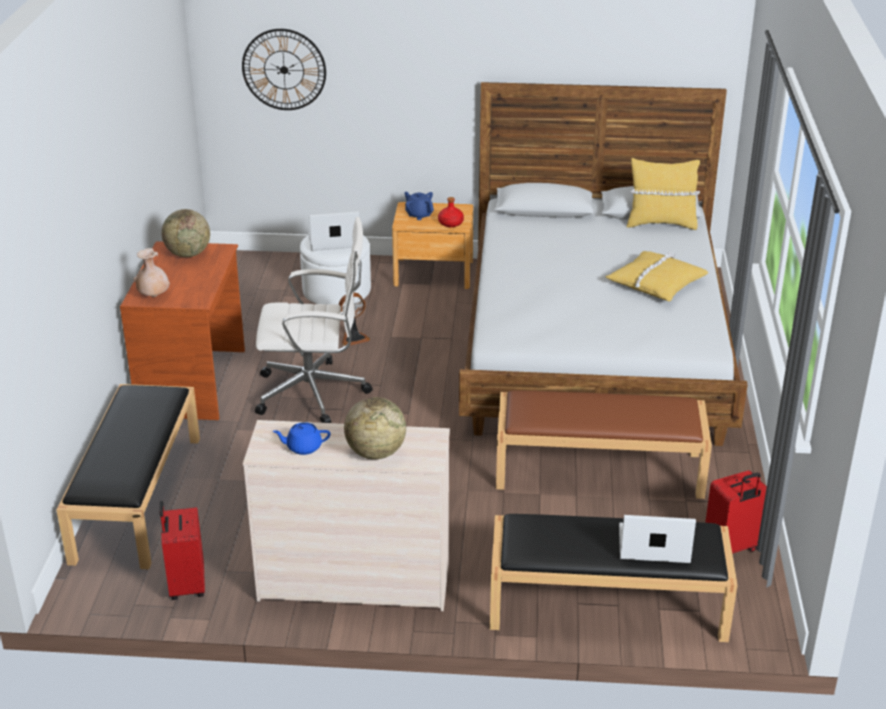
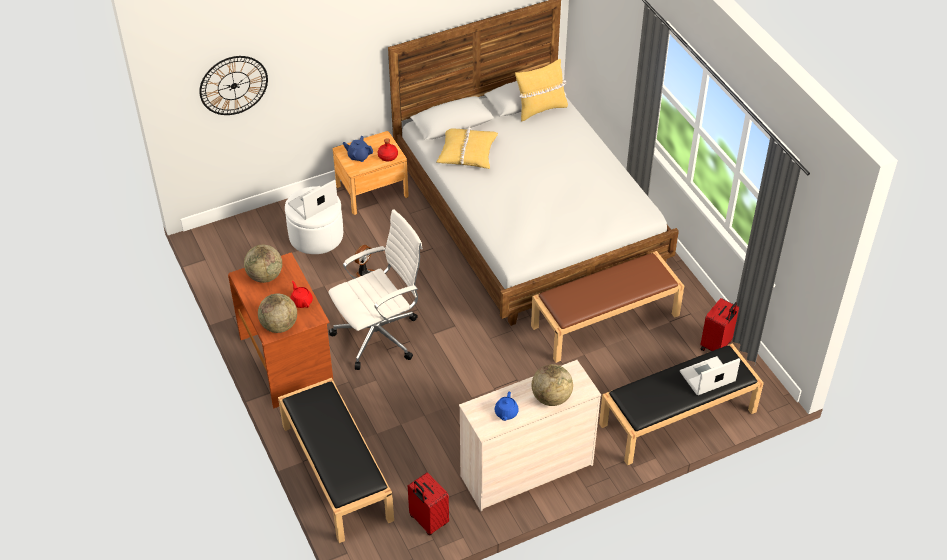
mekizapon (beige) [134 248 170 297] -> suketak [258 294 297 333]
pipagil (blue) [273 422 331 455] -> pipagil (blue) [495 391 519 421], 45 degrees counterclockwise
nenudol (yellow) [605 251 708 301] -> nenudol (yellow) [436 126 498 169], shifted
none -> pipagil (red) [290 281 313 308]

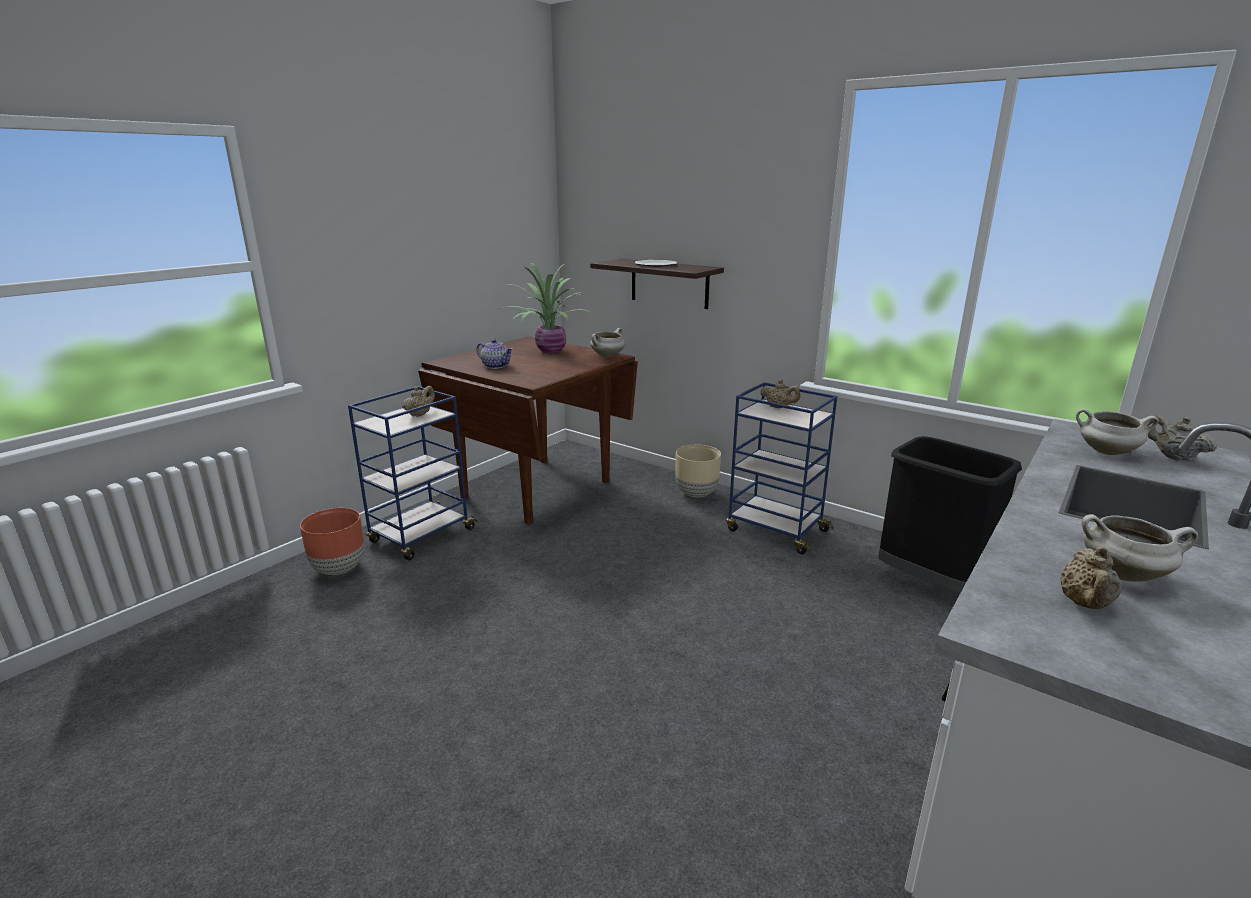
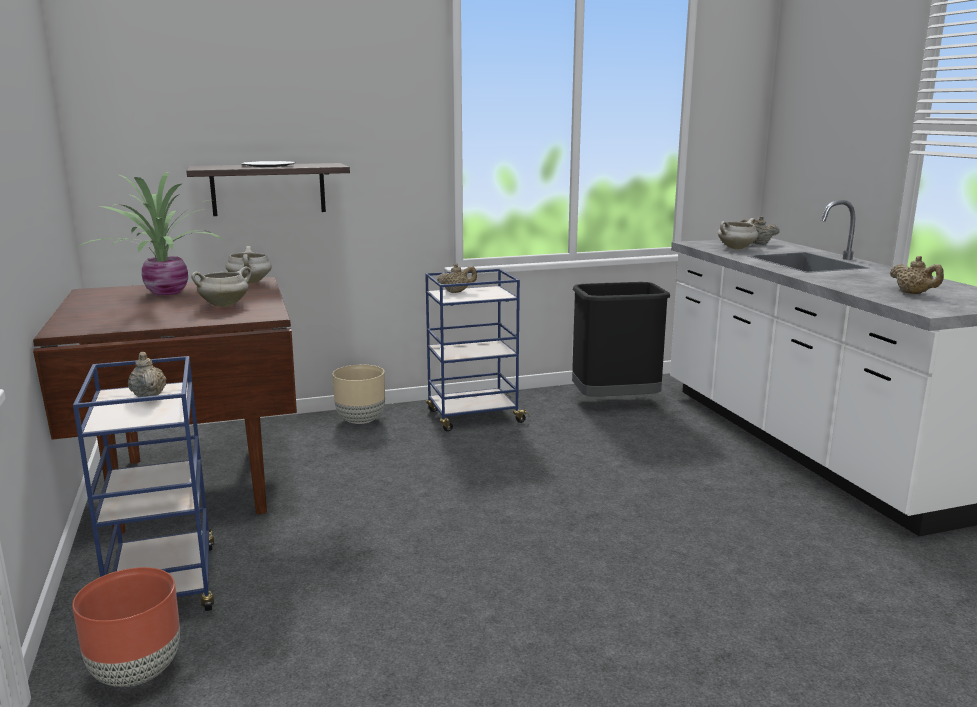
pipagil [476 339 513 369] -> none
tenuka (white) [1081 514 1198 582] -> tenuka (white) [191 266 251 307], shifted

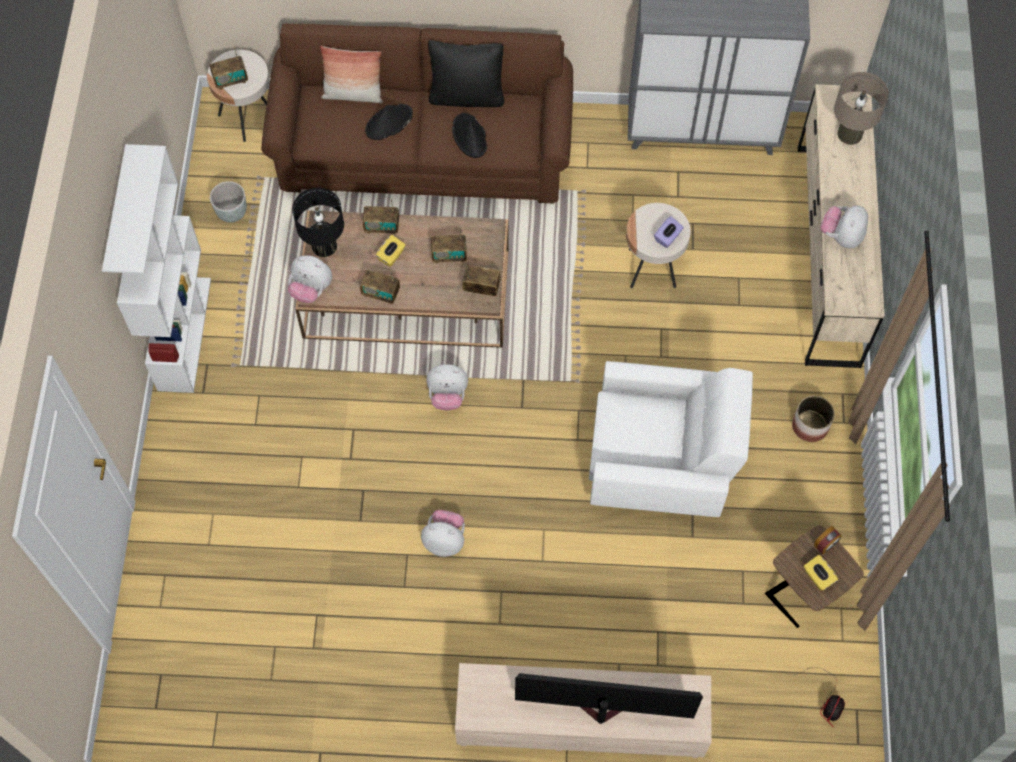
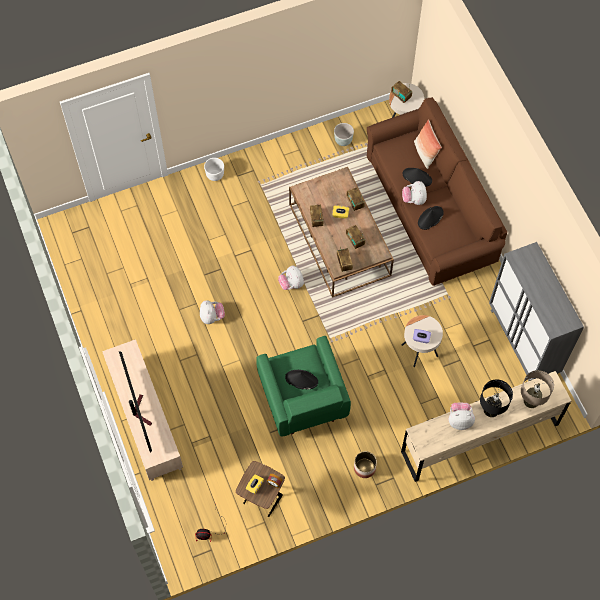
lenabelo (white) [102 144 211 393] -> none
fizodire [288 255 332 303] -> fizodire [402 181 427 205], shifted
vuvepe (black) [292 188 344 257] -> vuvepe (black) [480 379 513 417], shifted
nenudol (black) [428 40 504 107] -> none
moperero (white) [589 361 753 517] -> moperero (green) [256 336 351 436]
none -> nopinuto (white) [204 158 224 181]
none -> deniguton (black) [285 370 318 389]

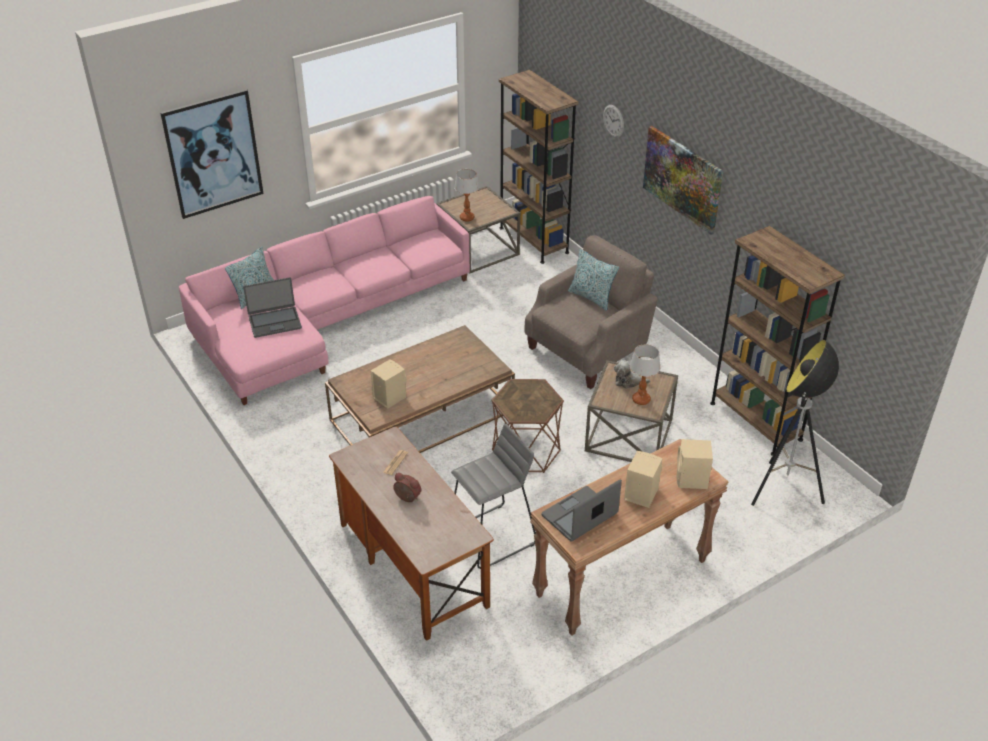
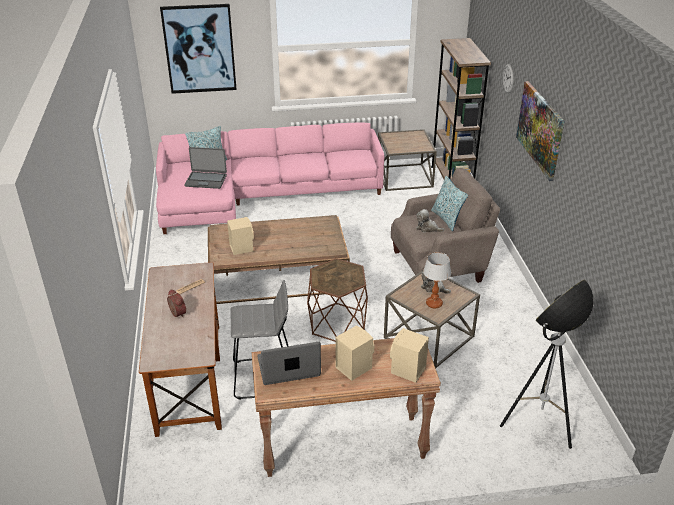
vuvepe [454 169 479 222] -> none
lenabelo (brown) [710 226 845 456] -> none
none -> fizodire [416 209 444 232]

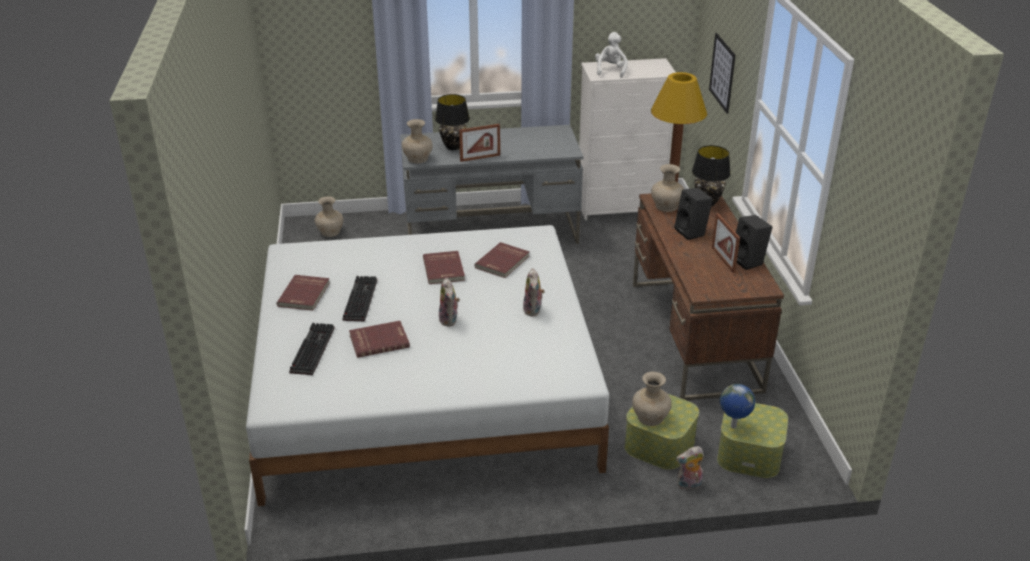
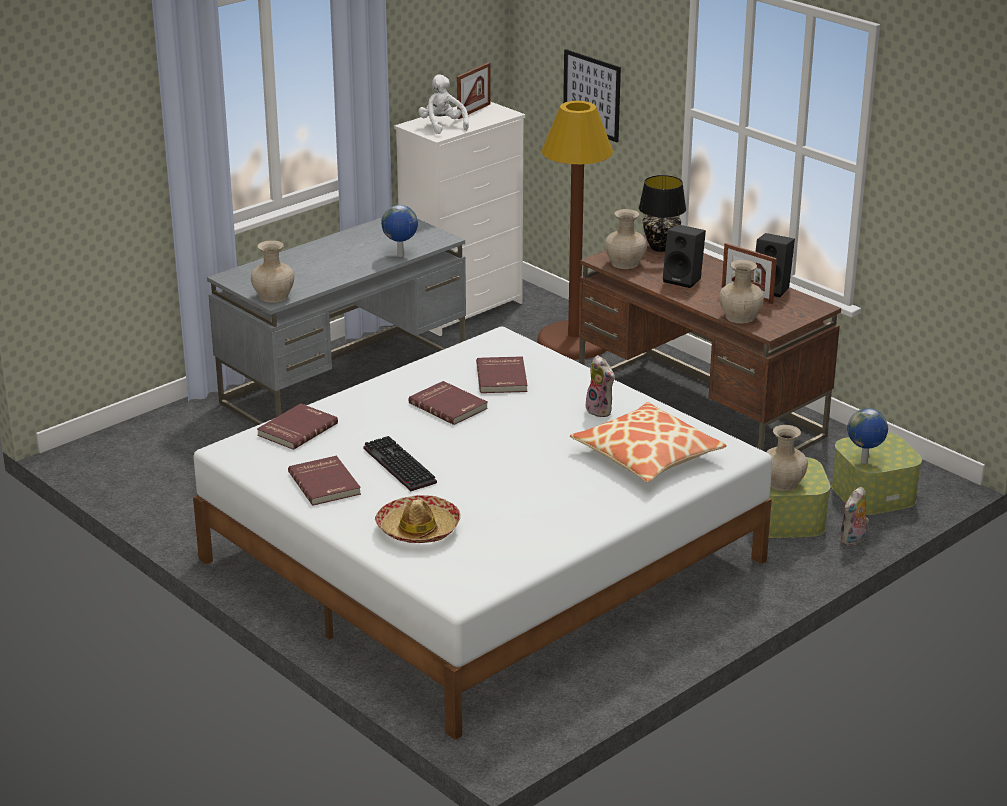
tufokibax [289 323 335 375] -> deniguton [375 495 461 543]
mekizapon (beige) [315 196 343 237] -> mekizapon (beige) [719 260 764 324], shifted
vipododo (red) [349 321 410 358] -> vipododo (red) [257 403 338 450], shifted
vuvepe (black) [435 94 470 150] -> none
fizodire [439 278 460 327] -> none
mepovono [459 124 500 162] -> mepovono [457 62 491 119], shifted
none -> suketak [381 205 418 257]
none -> nenudol [570 402 727 482]

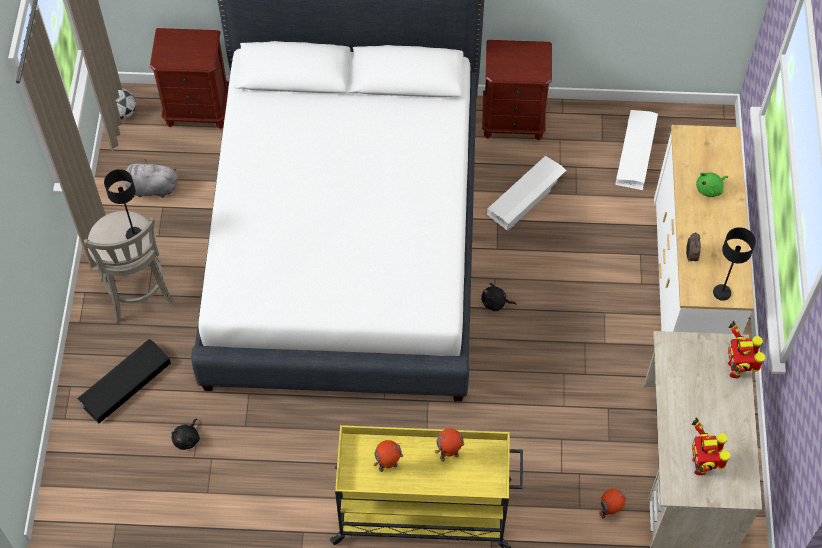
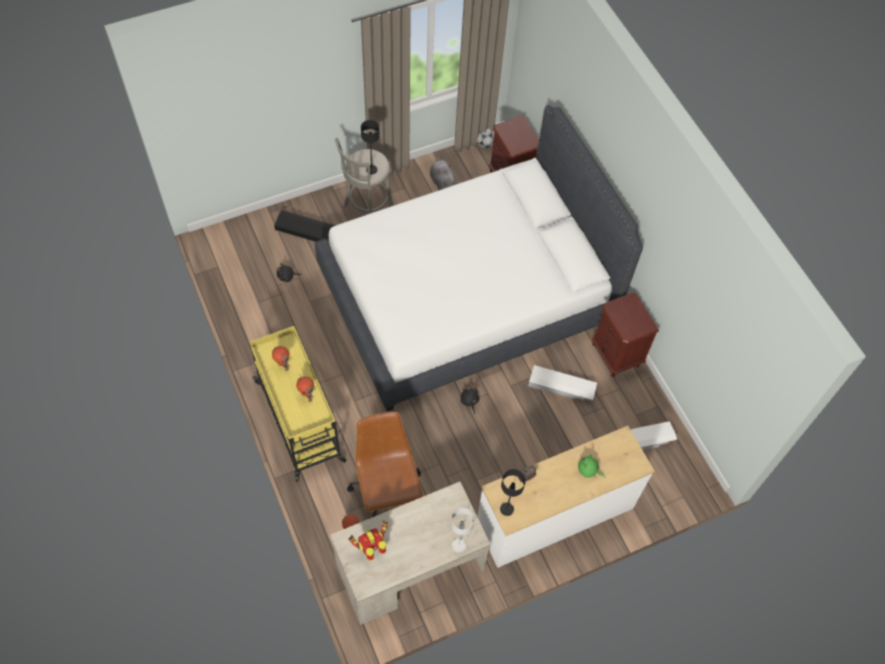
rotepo [728 321 765 378] -> vuvepe (grey) [451 508 475 552]
none -> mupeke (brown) [347 412 423 517]

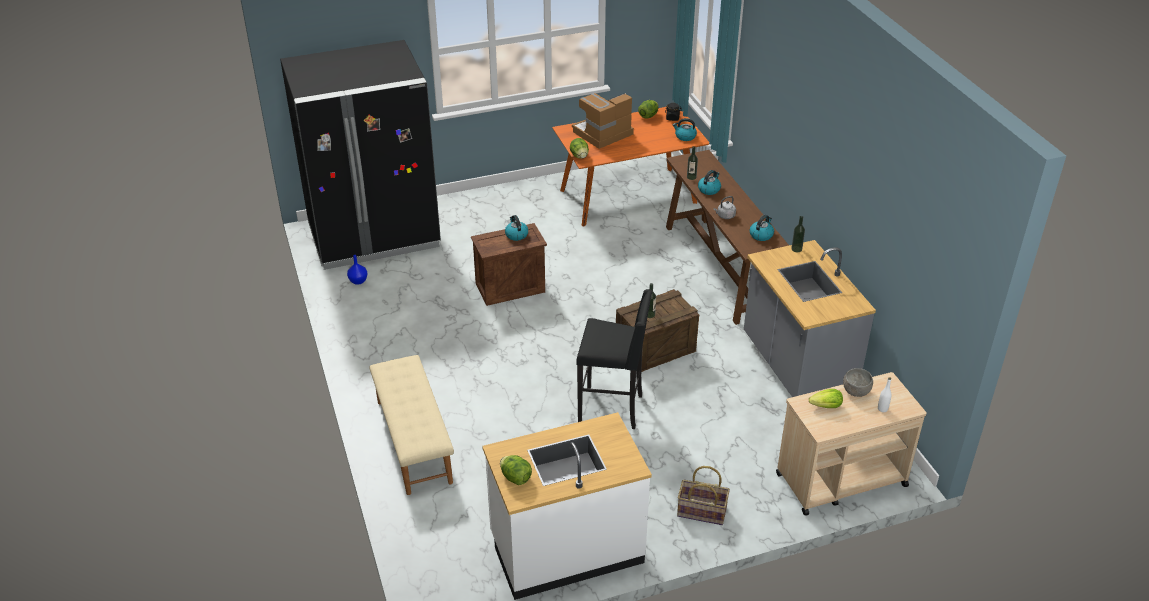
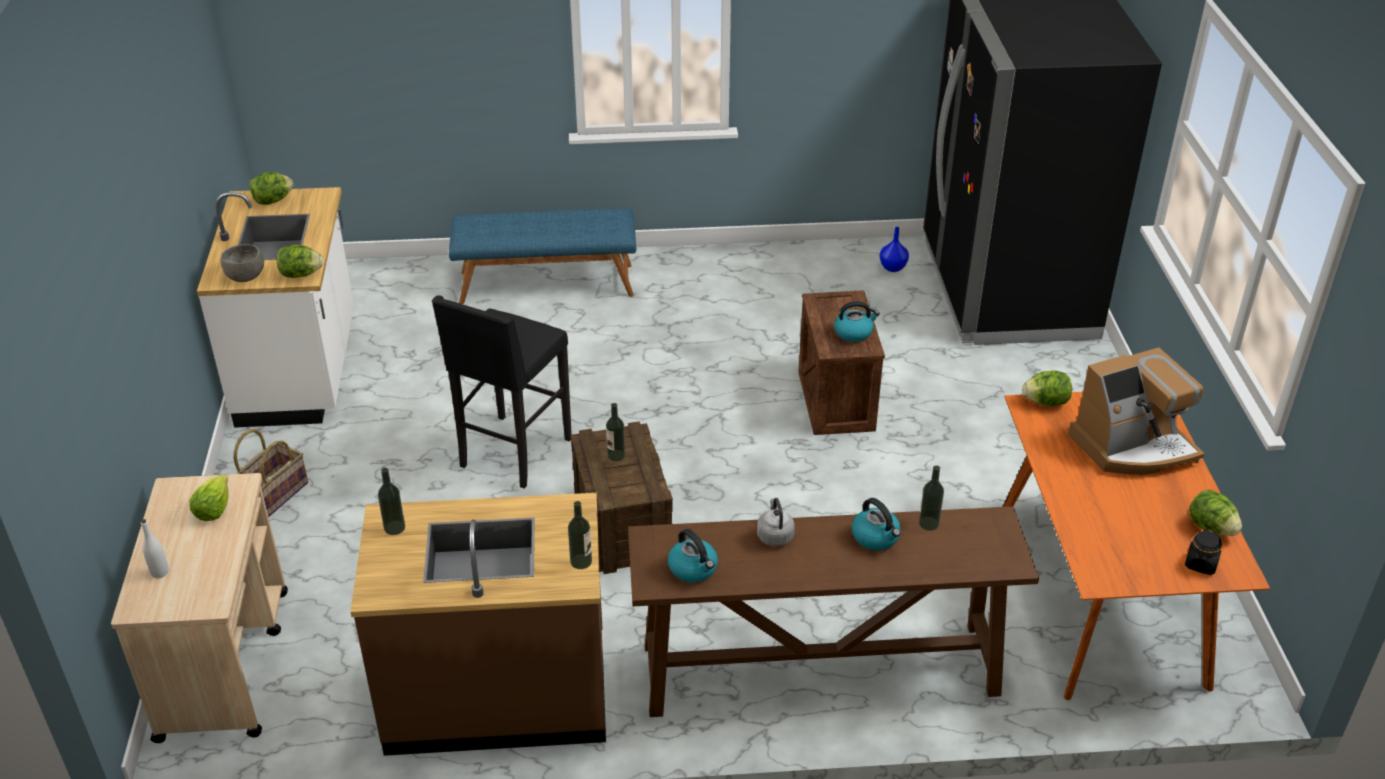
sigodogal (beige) [369 355 454 495] -> sigodogal (blue) [449 209 636 304]
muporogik [572 93 634 149] -> muporogik [1068 347 1205 475], 90 degrees clockwise
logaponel [673 118 697 141] -> none
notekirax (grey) [744 240 876 397] -> notekirax (brown) [350 493 606 756]
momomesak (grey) [843 368 873 397] -> momomesak (grey) [221 244 264 282], shifted
none -> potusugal [277 245 323 278]
none -> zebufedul [378 468 405 535]

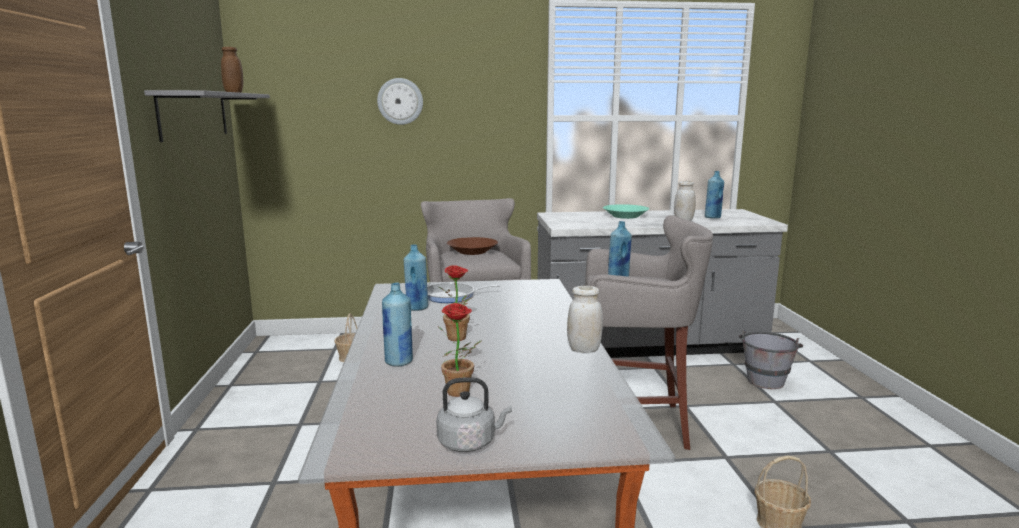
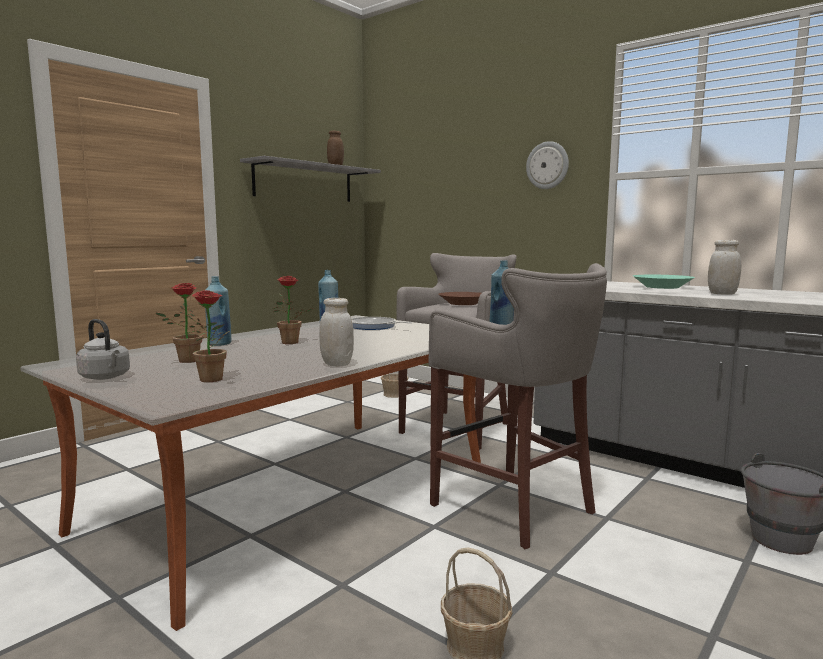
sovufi [377 78 423 125] -> sovufi [526 141 569 189], shifted
zebufedul (blue) [705 171 724 218] -> none
none -> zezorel [187 290 229 382]

